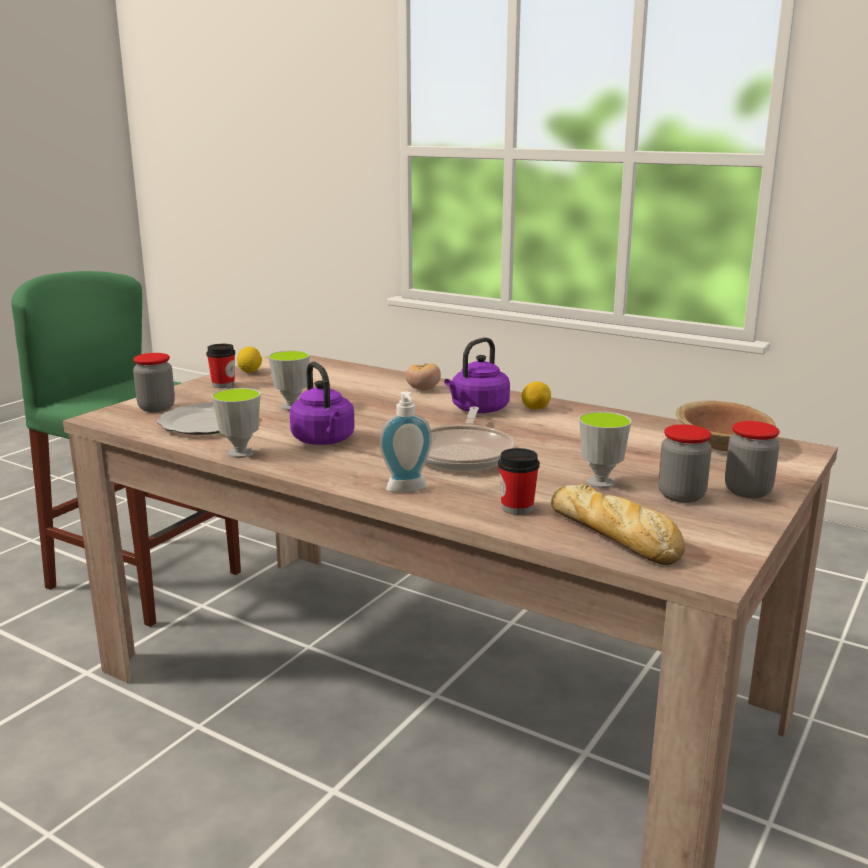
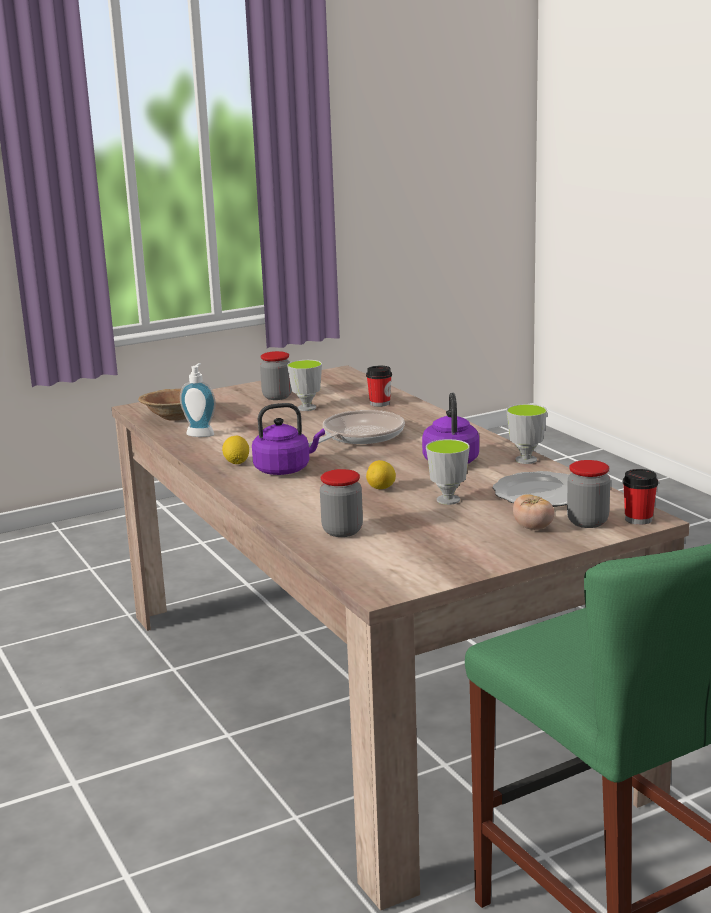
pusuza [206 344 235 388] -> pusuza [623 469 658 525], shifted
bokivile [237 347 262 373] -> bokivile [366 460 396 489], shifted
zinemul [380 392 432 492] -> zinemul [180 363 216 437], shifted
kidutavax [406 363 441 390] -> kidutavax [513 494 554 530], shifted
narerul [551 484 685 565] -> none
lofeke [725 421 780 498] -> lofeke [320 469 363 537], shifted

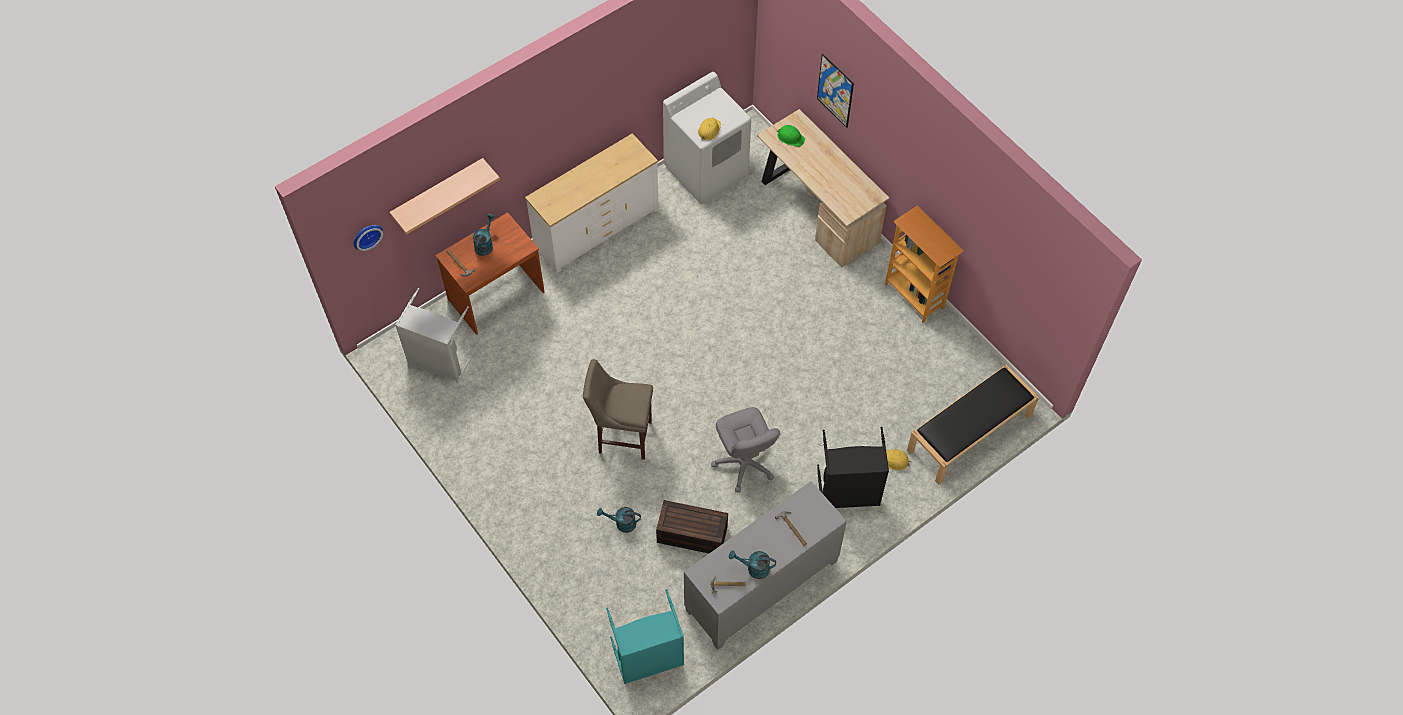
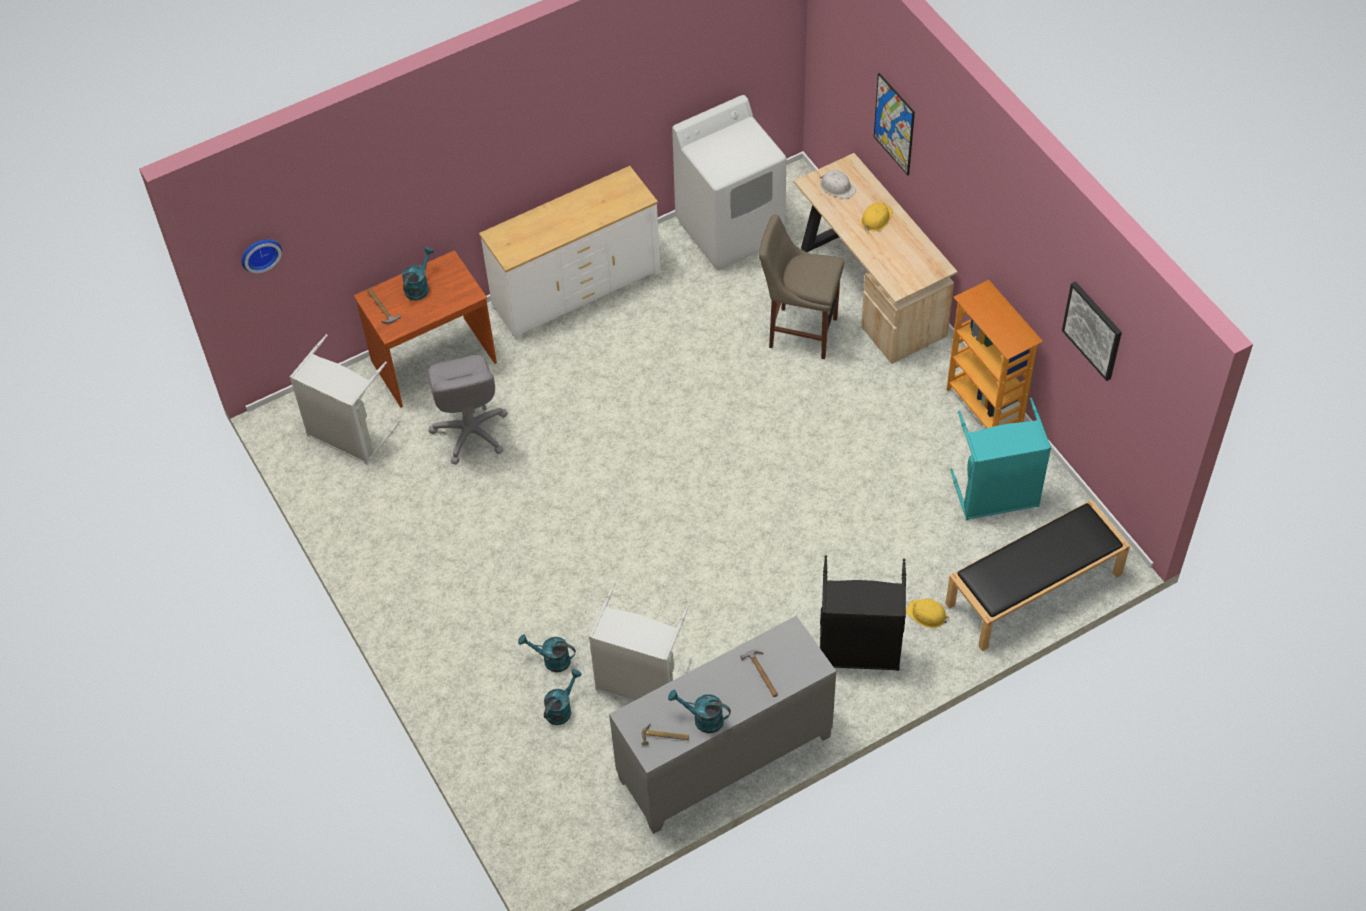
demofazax [389 158 500 235] -> none
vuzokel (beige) [583 359 653 460] -> vuzokel (beige) [758 214 844 359], shifted
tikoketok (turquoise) [606 589 684 684] -> tikoketok (turquoise) [950 398 1051 520], shifted
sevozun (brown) [656 500 728 553] -> tikoketok (grey) [589 582 692 701]
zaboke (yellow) [698 117 721 140] -> zaboke (yellow) [861 202 893 231], shifted
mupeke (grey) [711 407 780 493] -> mupeke (grey) [428 355 508 465], shifted
zaboke (green) [777 125 805 147] -> zaboke (white) [820 170 856 199]
none -> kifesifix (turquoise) [544 669 582 725]
none -> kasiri [1062 281 1122 381]

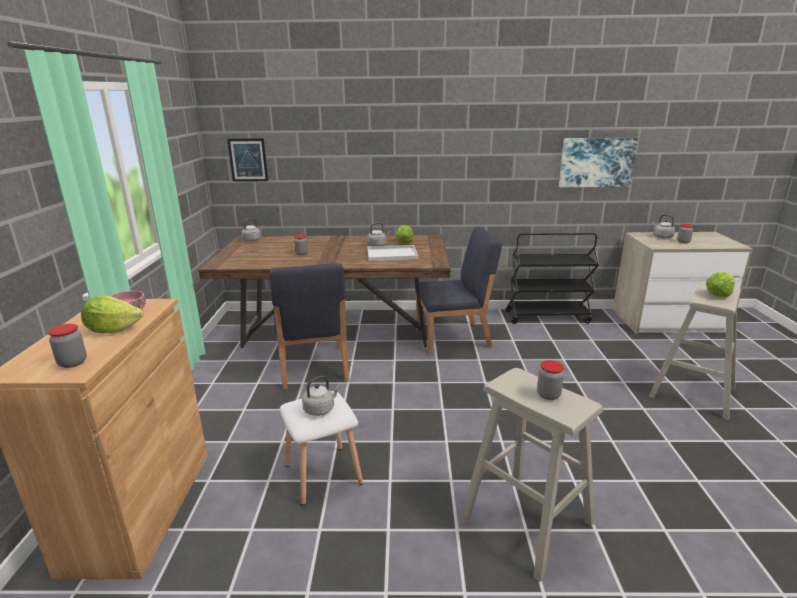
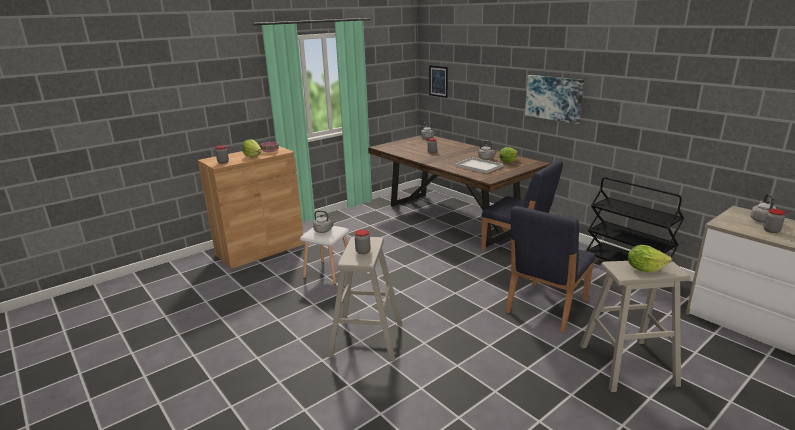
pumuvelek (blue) [270 263 350 390] -> pumuvelek (blue) [505 206 595 332], shifted
kasiri [559 138 638 187] -> kasiri [525 75 584 124], shifted

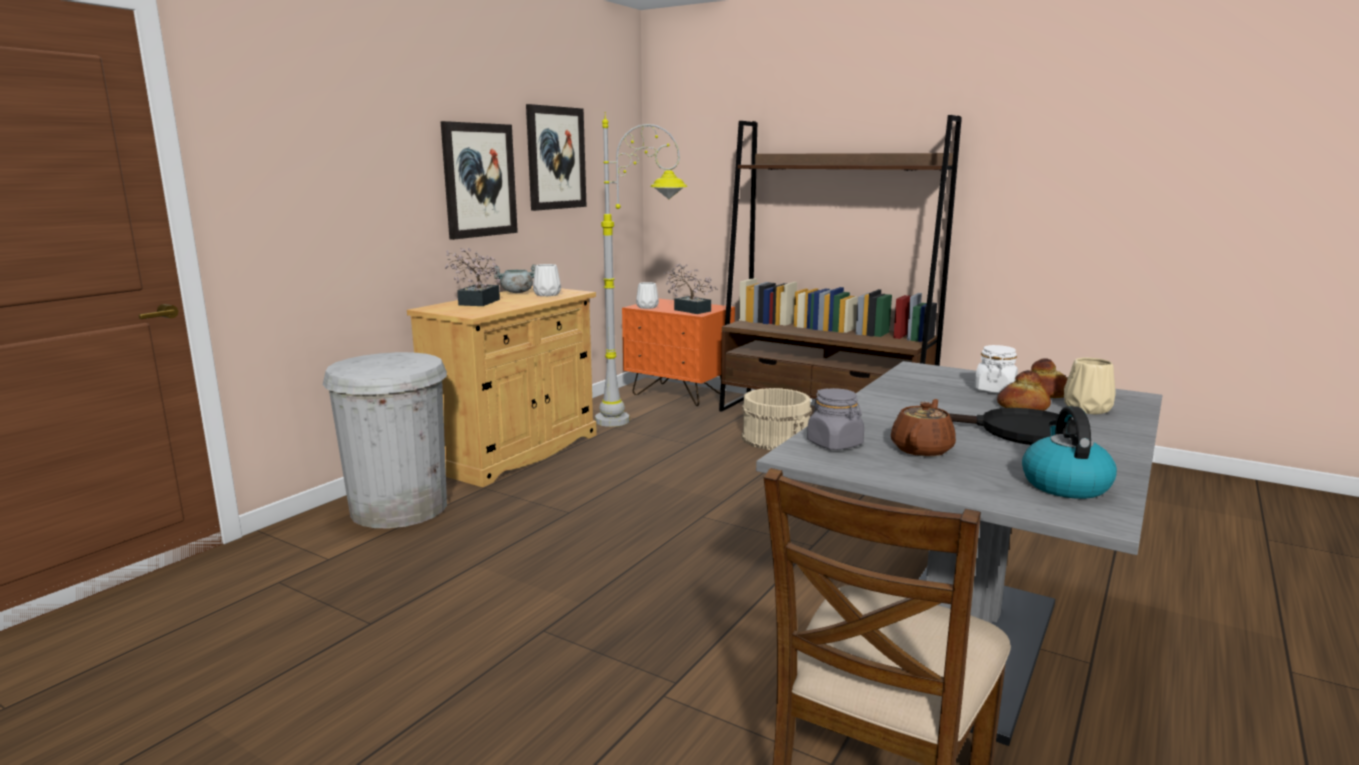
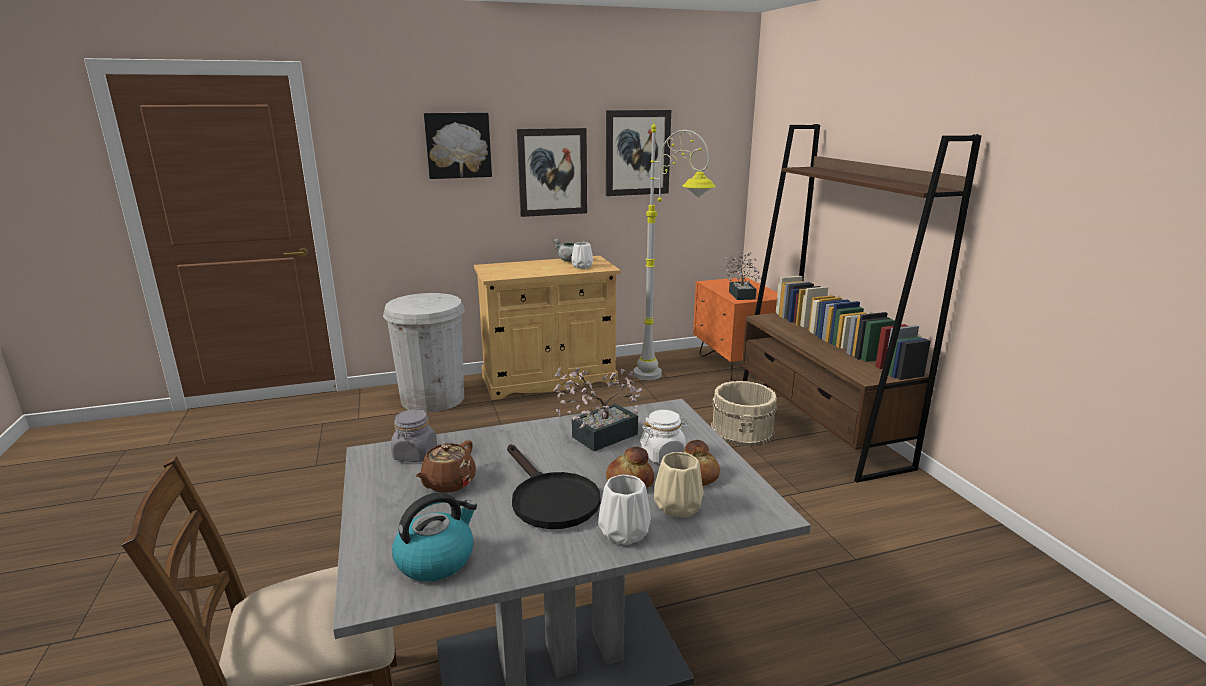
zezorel [445 248 500 306] -> zezorel [554 367 642 451], shifted
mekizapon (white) [636 282 659 309] -> mekizapon (white) [598 475 651 545], shifted
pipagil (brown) [891 399 956 457] -> pipagil (brown) [416 440 476 493], 135 degrees clockwise
none -> kasiri [424 113 492 179]

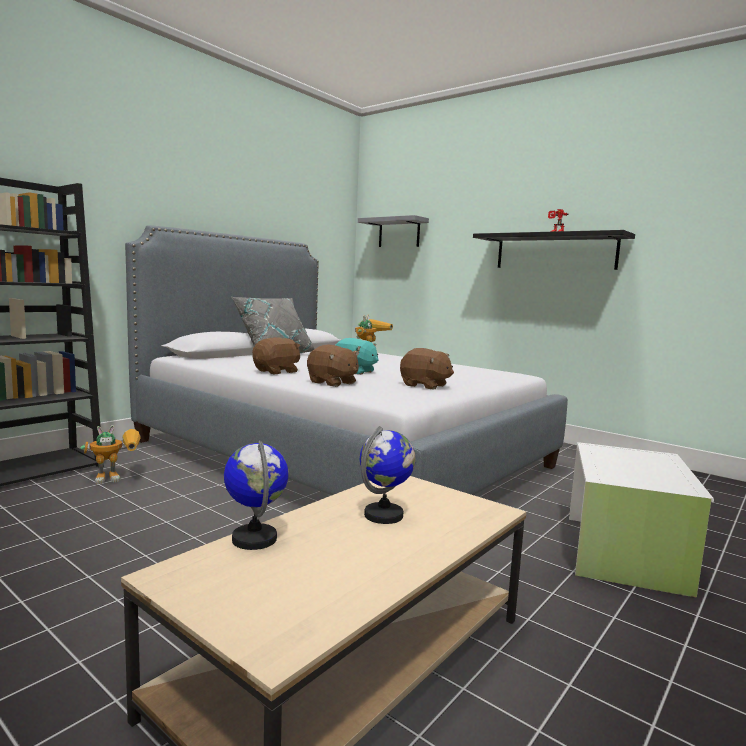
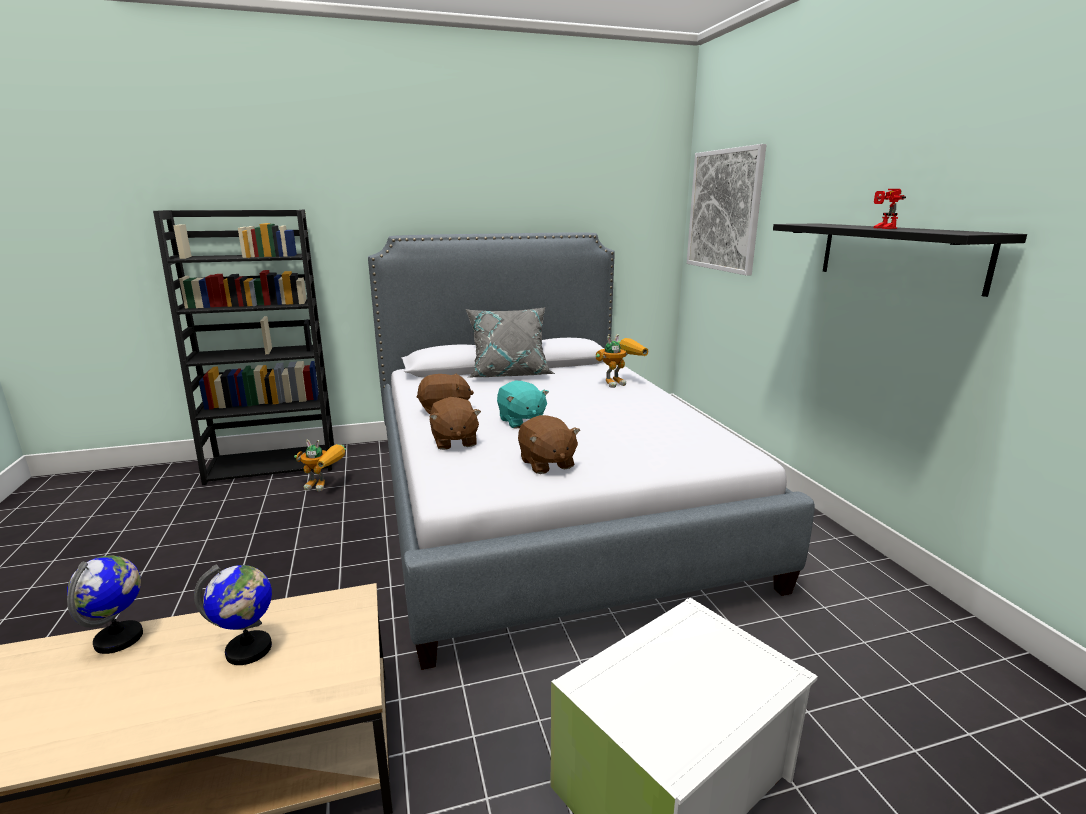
demofazax (grey) [358 215 429 247] -> kasiri [687 144 767 276]

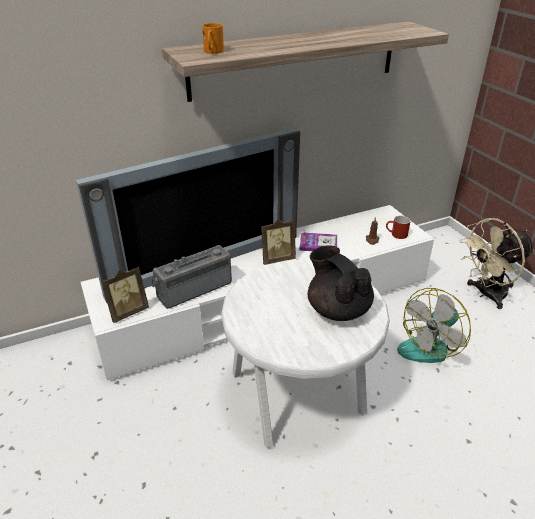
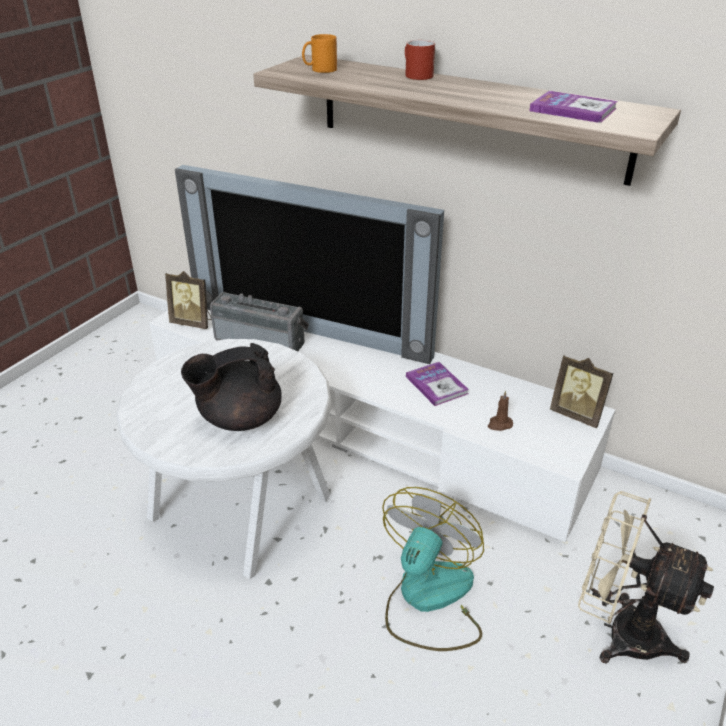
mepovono [261 219 296 265] -> mepovono [550 355 613 428], shifted
pipagil (black) [308 245 374 321] -> pipagil (black) [181 343 282 431], 135 degrees counterclockwise
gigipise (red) [386 216 411 239] -> gigipise (red) [405 40 435 80], shifted
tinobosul [397 288 471 363] -> tinobosul [382 487 484 651], 105 degrees clockwise
none -> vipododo [529 91 618 123]

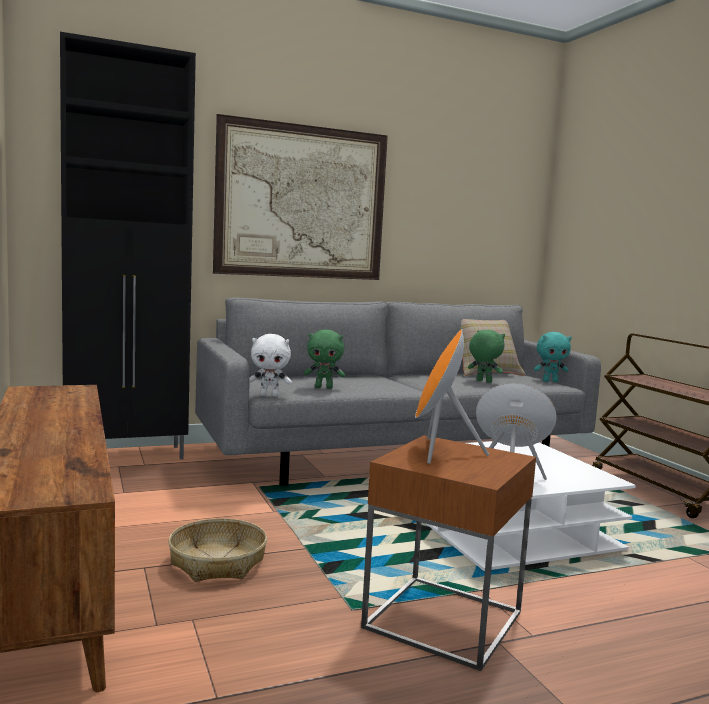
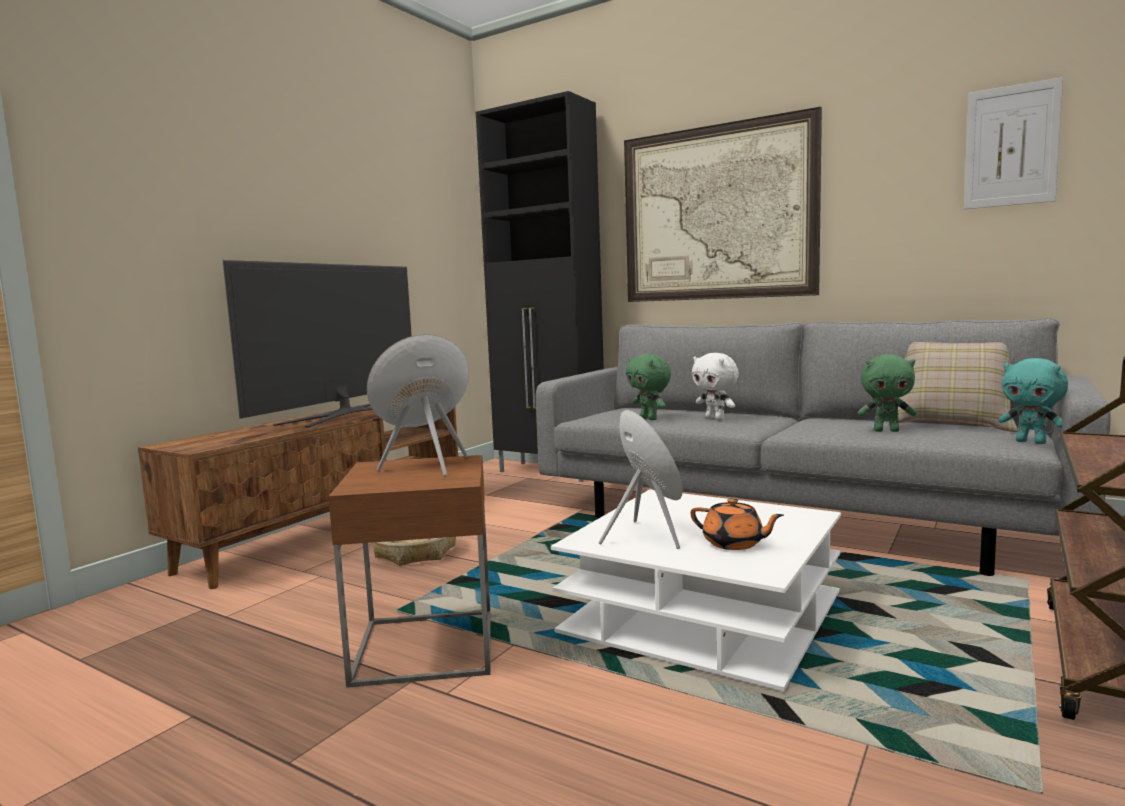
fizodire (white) [250 334 292 397] -> fizodire (white) [692 353 739 420], shifted
fizodire (green) [468 330 505 383] -> fizodire (green) [858 354 917 432], 105 degrees clockwise
none -> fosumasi [223 260 412 428]
none -> pipagil (orange) [691 498 784 550]
none -> kasiri [964 77 1063 209]

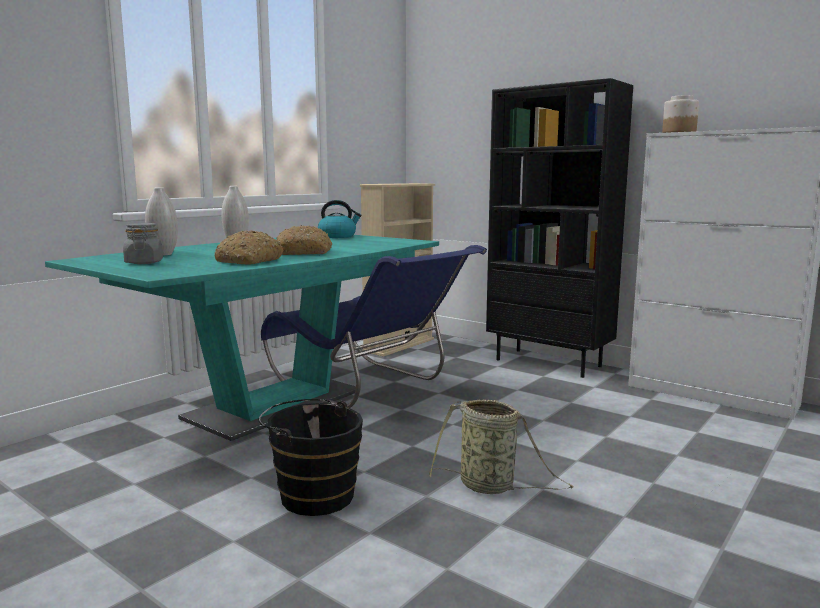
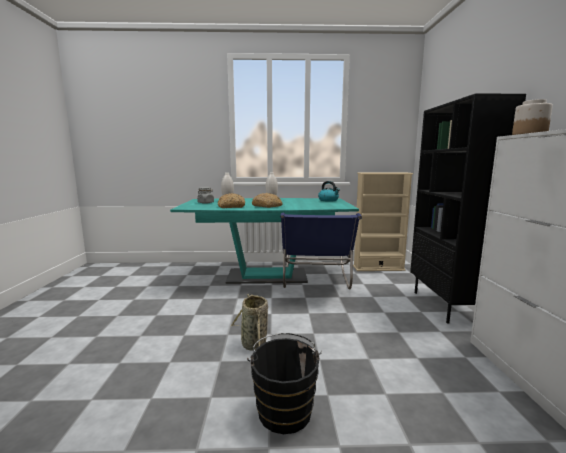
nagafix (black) [259 399 363 516] -> nagafix (black) [247 333 322 434], shifted

